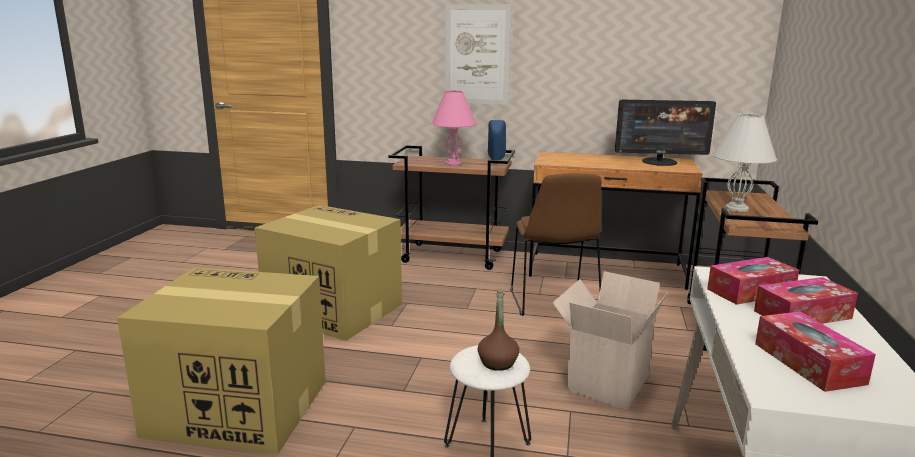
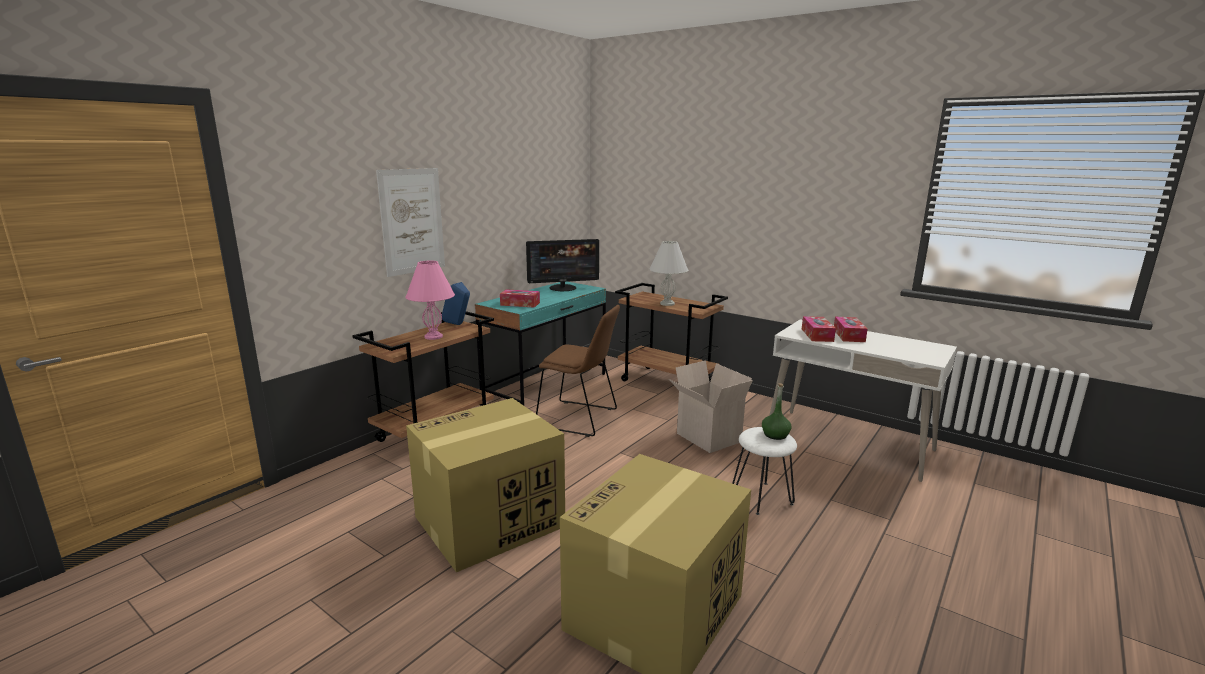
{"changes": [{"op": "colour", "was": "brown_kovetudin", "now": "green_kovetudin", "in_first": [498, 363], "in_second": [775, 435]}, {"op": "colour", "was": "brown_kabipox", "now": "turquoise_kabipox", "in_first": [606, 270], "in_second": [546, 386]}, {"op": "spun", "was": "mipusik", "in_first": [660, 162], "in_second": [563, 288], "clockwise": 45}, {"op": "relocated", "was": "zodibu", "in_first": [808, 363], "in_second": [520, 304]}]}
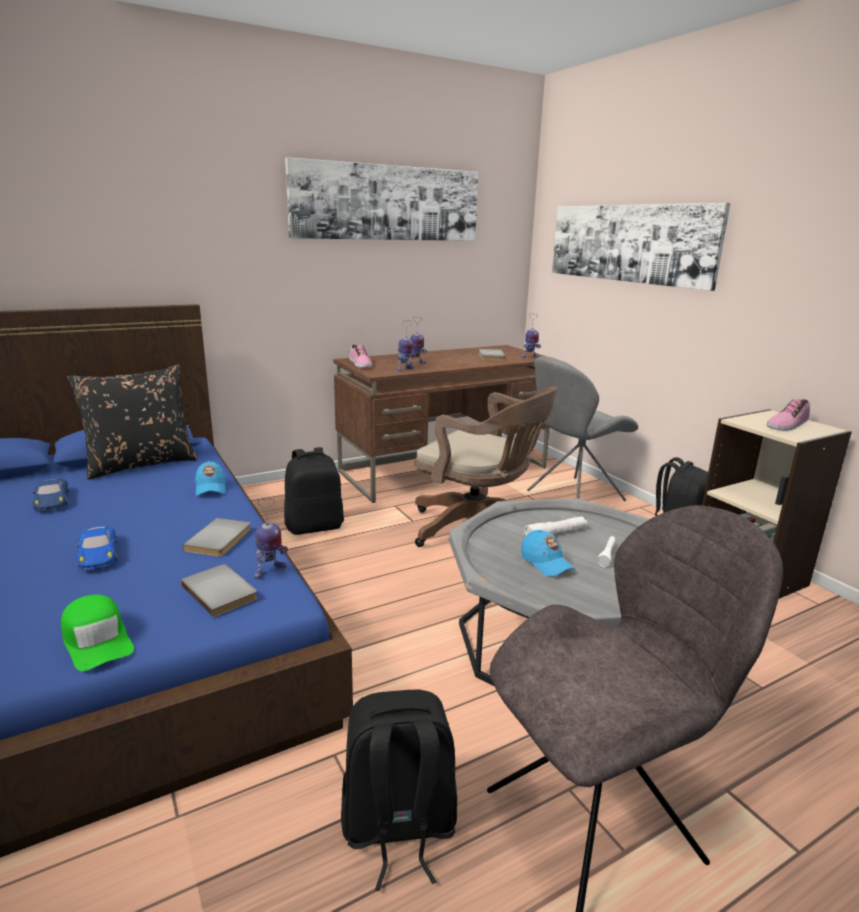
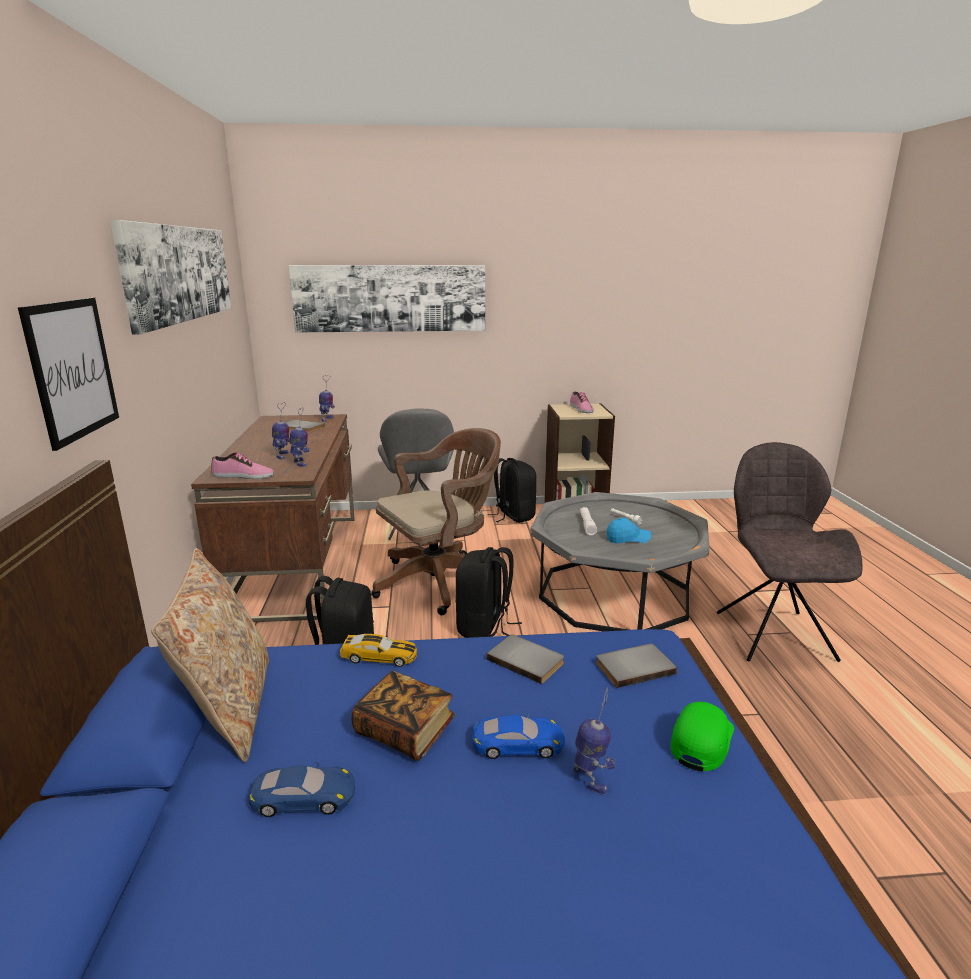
{"changes": [{"op": "spun", "was": "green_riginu", "in_first": [97, 640], "in_second": [701, 740], "clockwise": -45}, {"op": "colour", "was": "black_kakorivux", "now": "beige_kakorivux", "in_first": [141, 464], "in_second": [229, 709]}, {"op": "exchanged", "was": "blue_riginu", "now": "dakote", "in_first": [210, 488], "in_second": [379, 657]}, {"op": "relocated", "was": "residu", "in_first": [269, 572], "in_second": [590, 778]}, {"op": "relocated", "was": "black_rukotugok", "in_first": [398, 828], "in_second": [485, 628]}, {"op": "appeared", "now": "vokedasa", "in_second": [72, 369]}, {"op": "appeared", "now": "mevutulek", "in_second": [405, 731]}]}
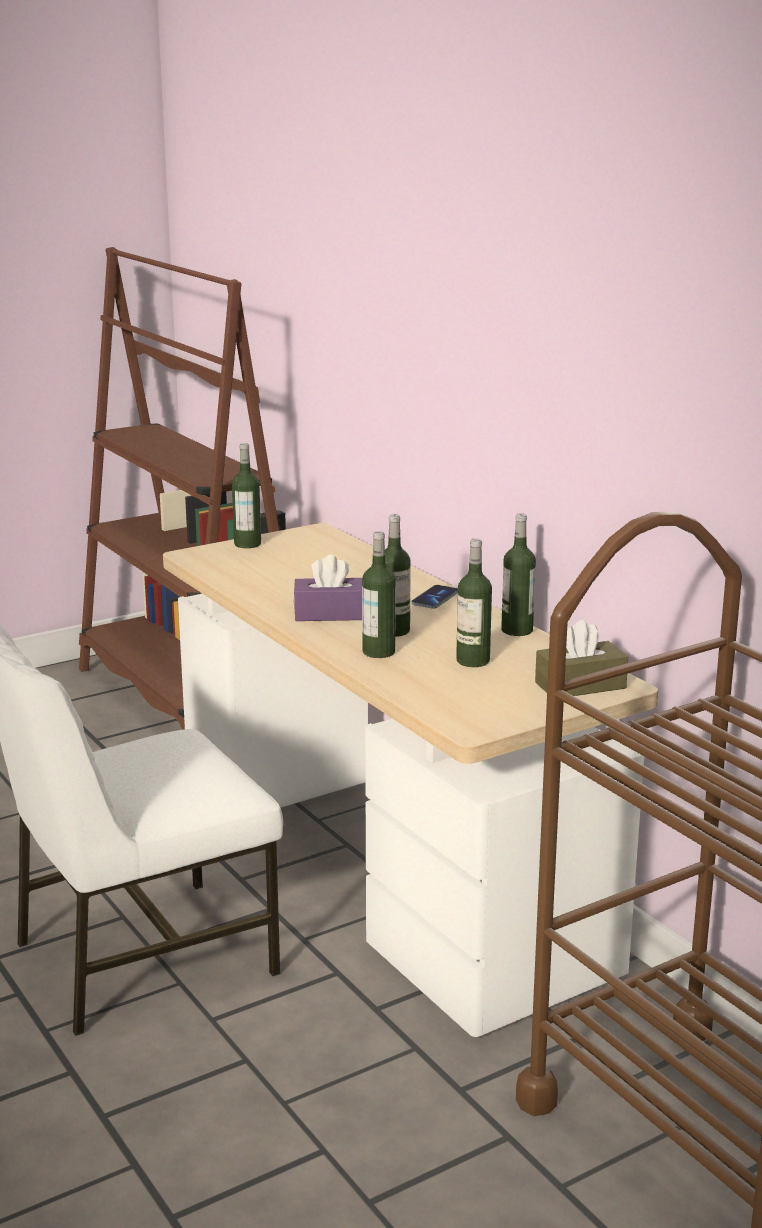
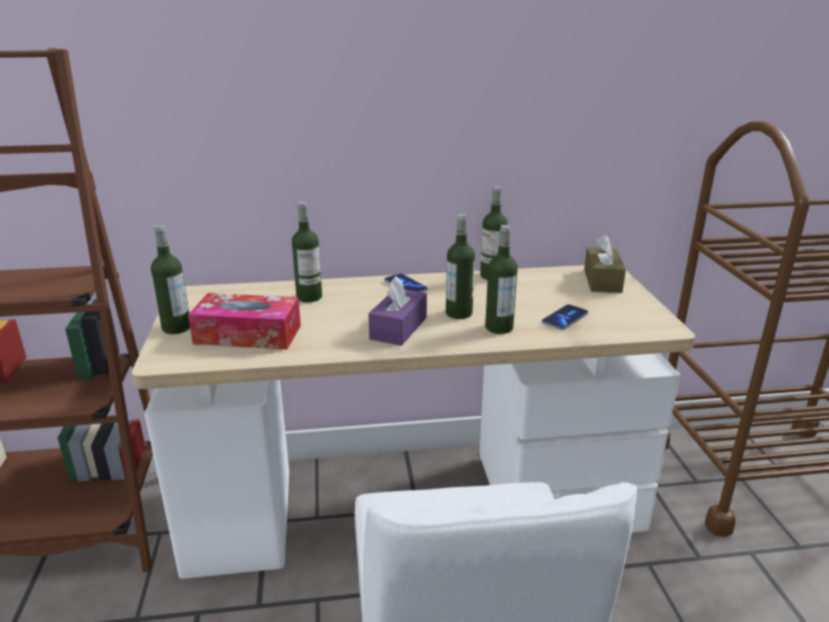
{"changes": [{"op": "relocated", "was": "kovetudin", "in_first": [473, 661], "in_second": [309, 297]}, {"op": "appeared", "now": "zodibu", "in_second": [248, 334]}, {"op": "appeared", "now": "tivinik", "in_second": [564, 319]}]}
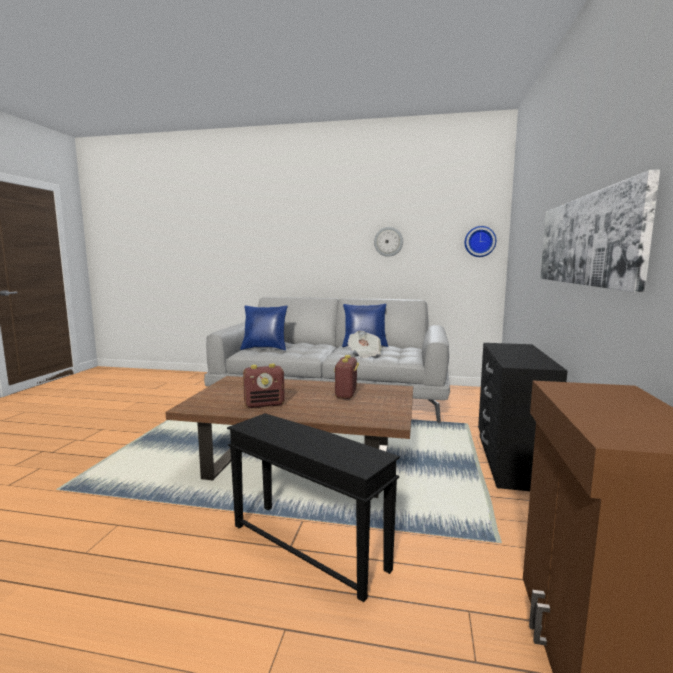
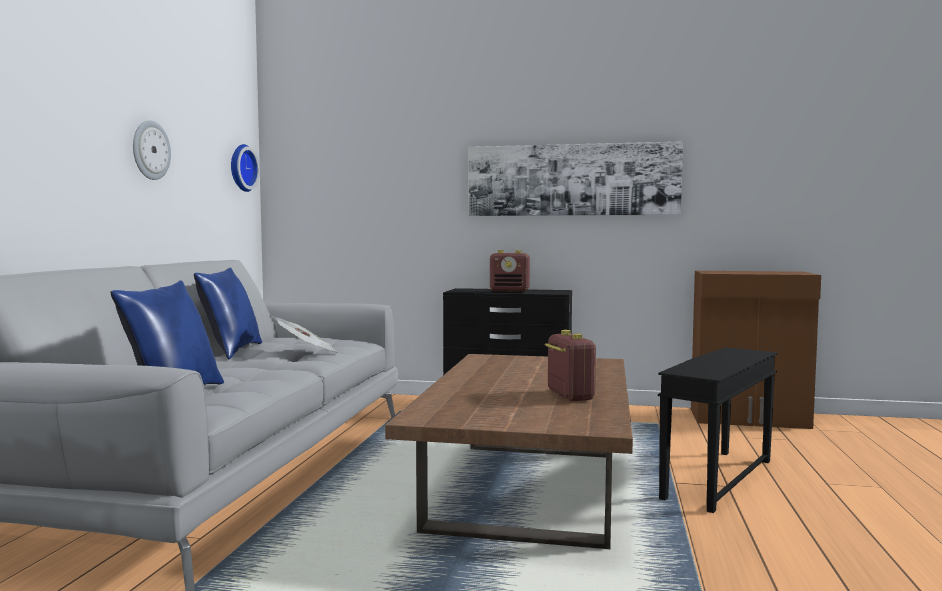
{"changes": [{"op": "relocated", "was": "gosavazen", "in_first": [346, 394], "in_second": [510, 291]}]}
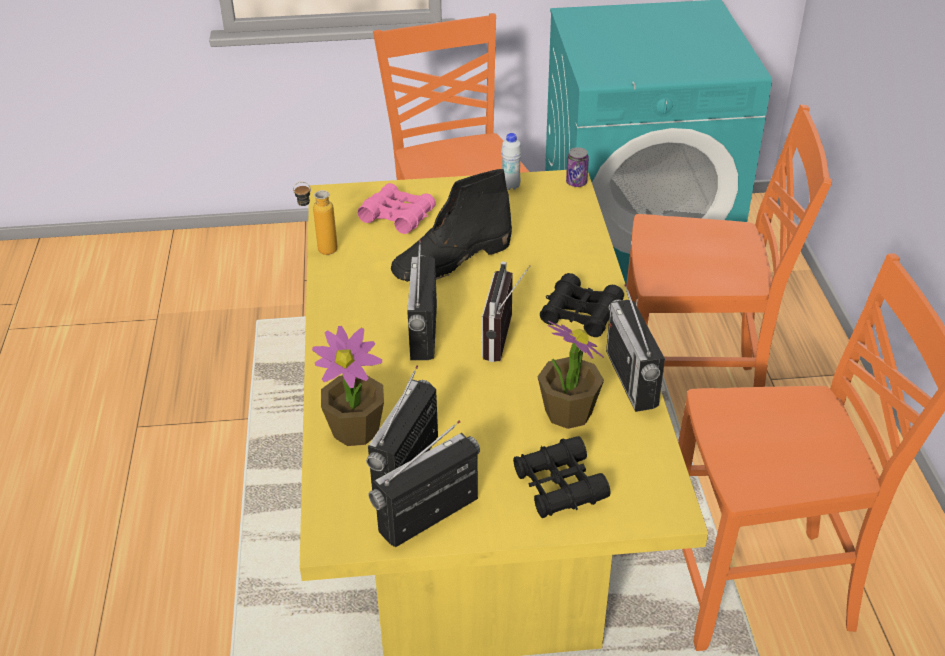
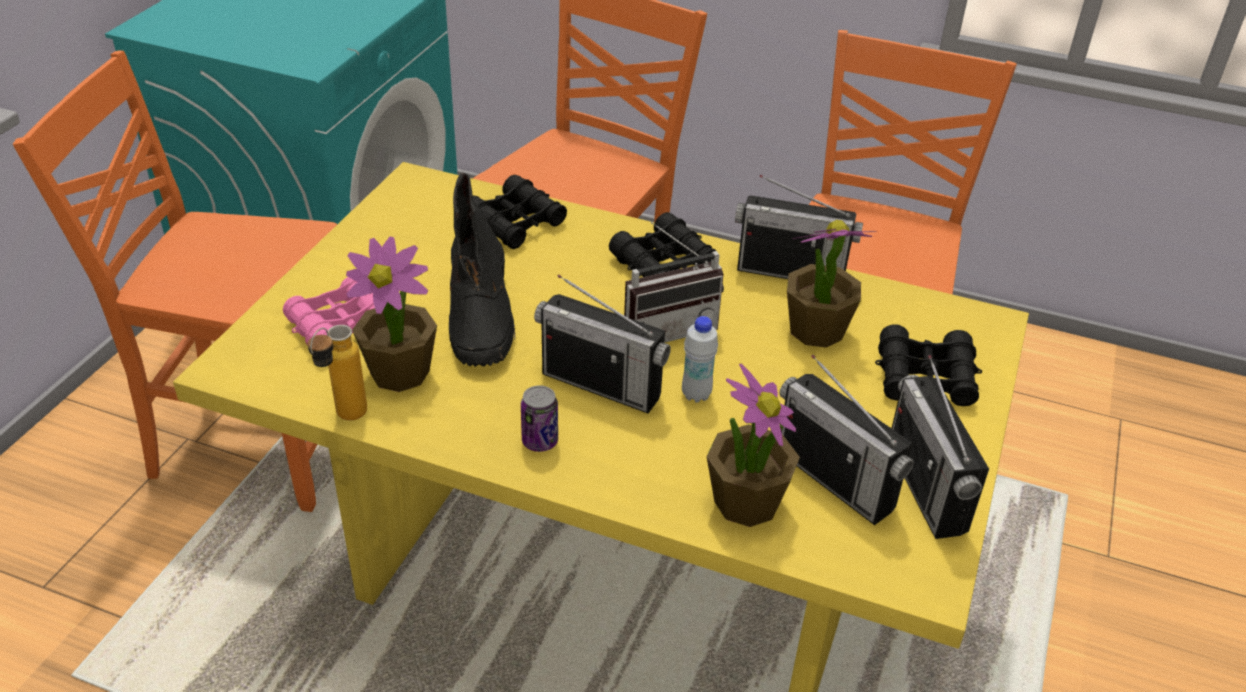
{"changes": [{"op": "spun", "was": "gosavazen", "in_first": [506, 340], "in_second": [667, 328], "clockwise": -60}, {"op": "relocated", "was": "white_kovetudin", "in_first": [510, 186], "in_second": [696, 394]}, {"op": "relocated", "was": "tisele", "in_first": [576, 183], "in_second": [540, 441]}, {"op": "appeared", "now": "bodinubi", "in_second": [400, 372]}, {"op": "appeared", "now": "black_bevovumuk", "in_second": [515, 223]}]}
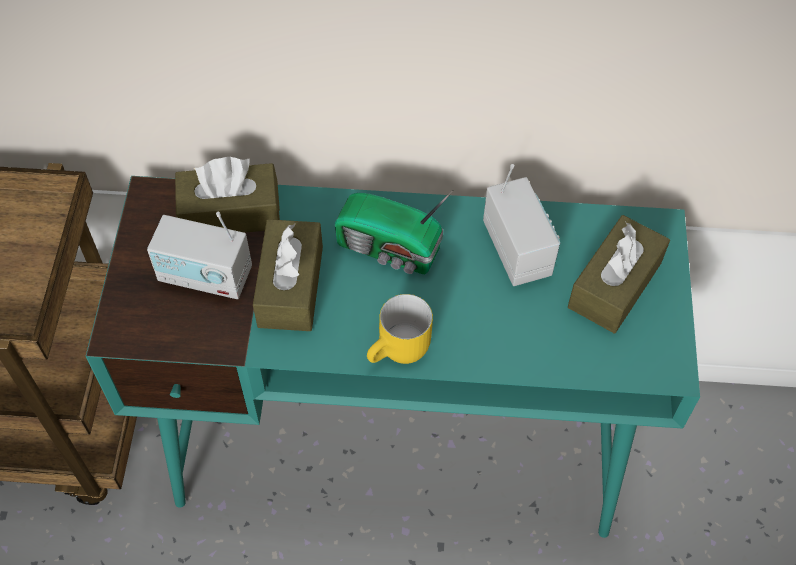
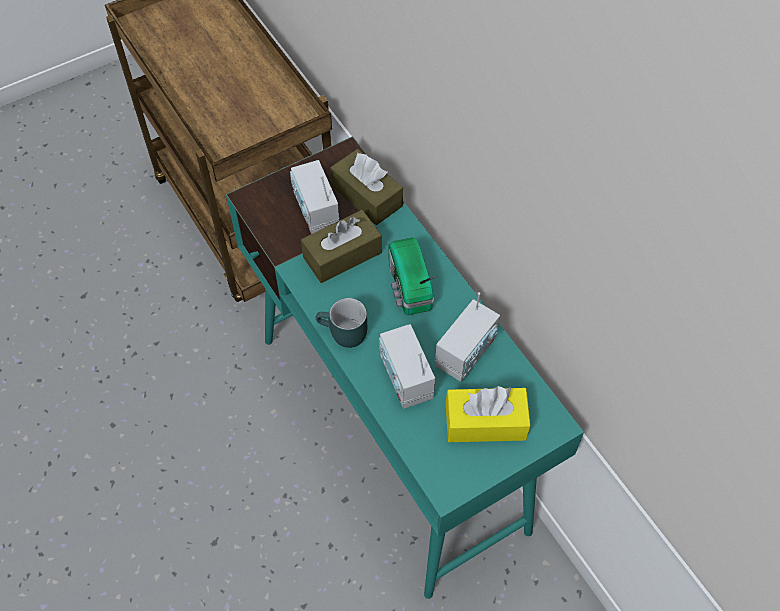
{"changes": [{"op": "colour", "was": "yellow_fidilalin", "now": "turquoise_fidilalin", "in_first": [401, 352], "in_second": [342, 335]}, {"op": "colour", "was": "brown_zodibu", "now": "yellow_zodibu", "in_first": [614, 285], "in_second": [485, 422]}, {"op": "appeared", "now": "gosavazen", "in_second": [405, 378]}]}
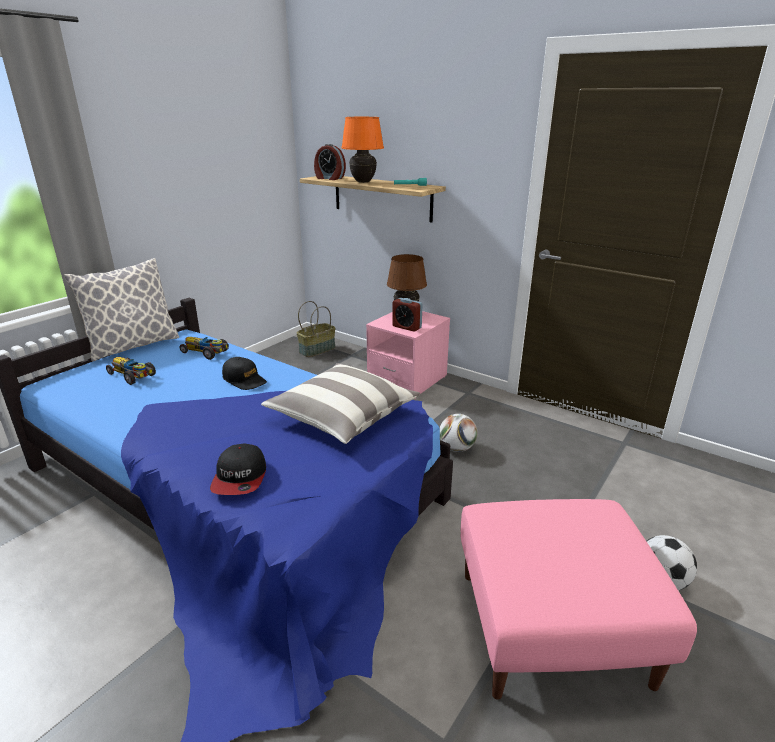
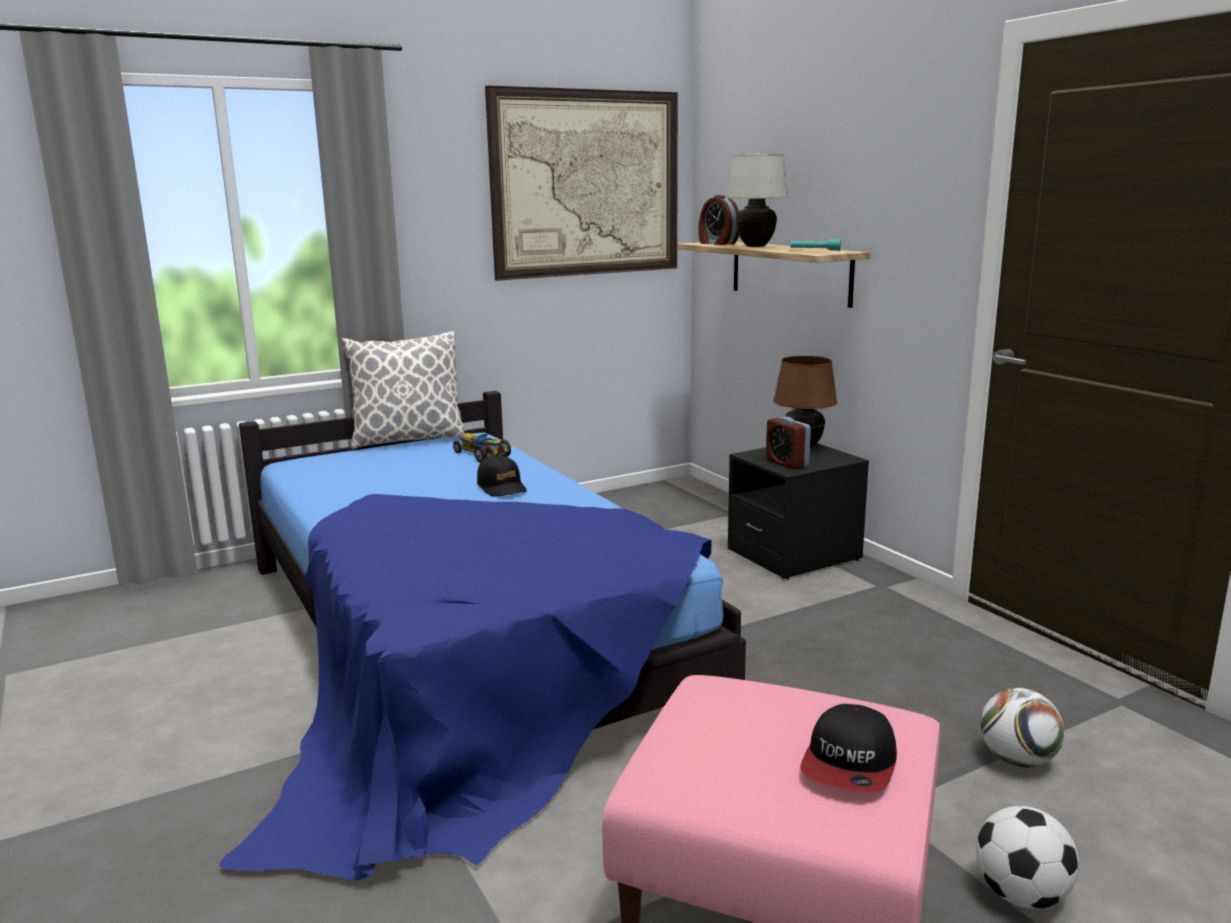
{"changes": [{"op": "missing", "was": "dakote", "in_first": [133, 376]}, {"op": "relocated", "was": "riginu", "in_first": [240, 477], "in_second": [850, 763]}, {"op": "missing", "was": "kakorivux", "in_first": [342, 417]}, {"op": "missing", "was": "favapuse", "in_first": [317, 349]}, {"op": "colour", "was": "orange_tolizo", "now": "white_tolizo", "in_first": [362, 182], "in_second": [755, 247]}, {"op": "colour", "was": "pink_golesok", "now": "black_golesok", "in_first": [407, 380], "in_second": [794, 555]}, {"op": "relocated", "was": "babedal", "in_first": [456, 448], "in_second": [1017, 760]}, {"op": "appeared", "now": "vokedasa", "in_second": [587, 184]}]}
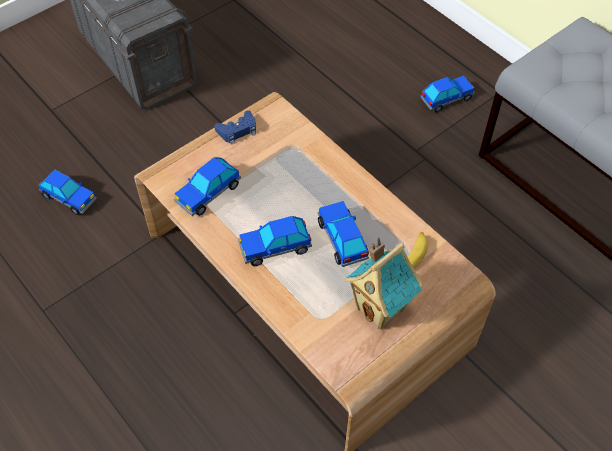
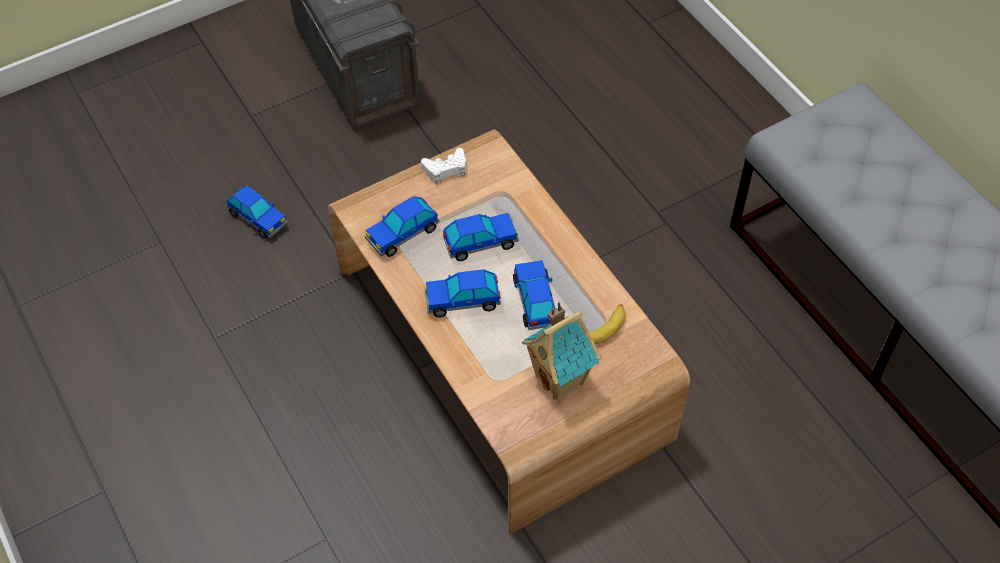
{"changes": [{"op": "colour", "was": "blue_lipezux", "now": "white_lipezux", "in_first": [237, 131], "in_second": [446, 169]}, {"op": "relocated", "was": "dakote", "in_first": [446, 99], "in_second": [480, 242]}]}
